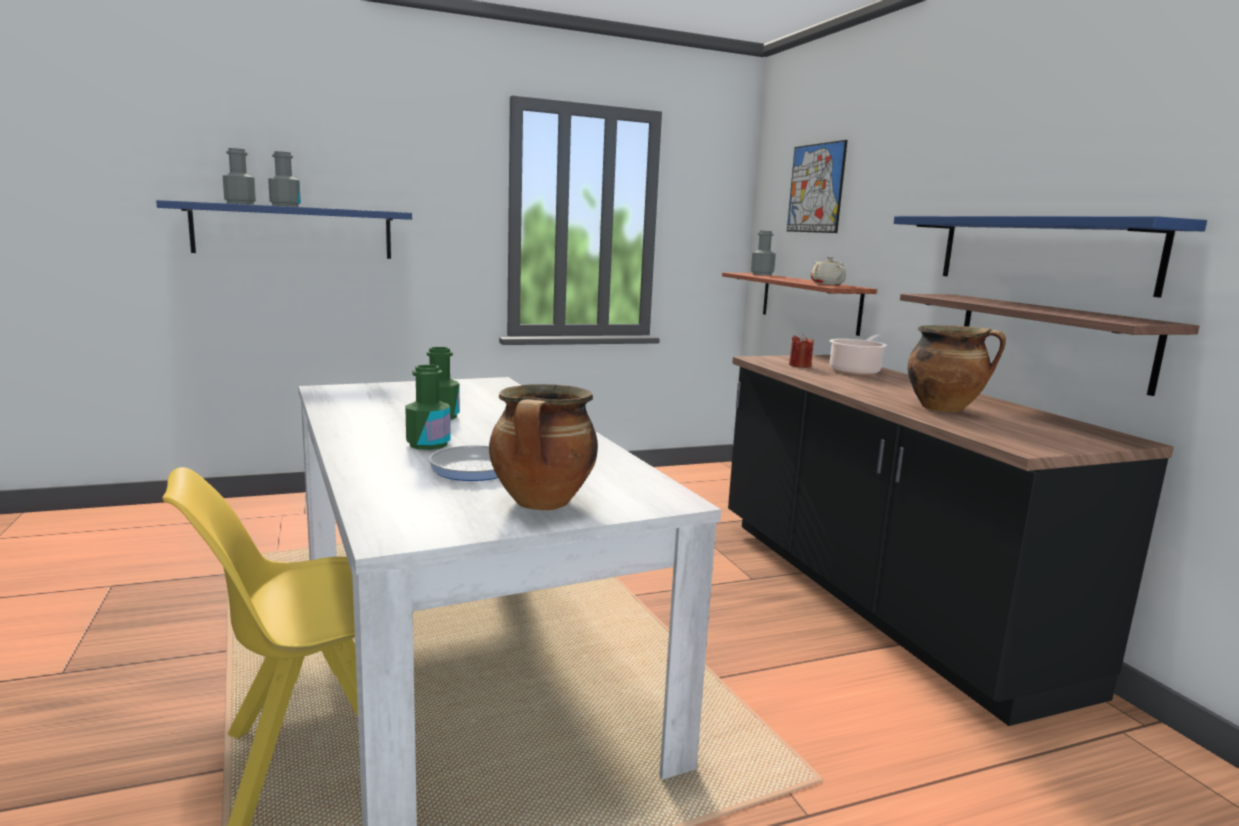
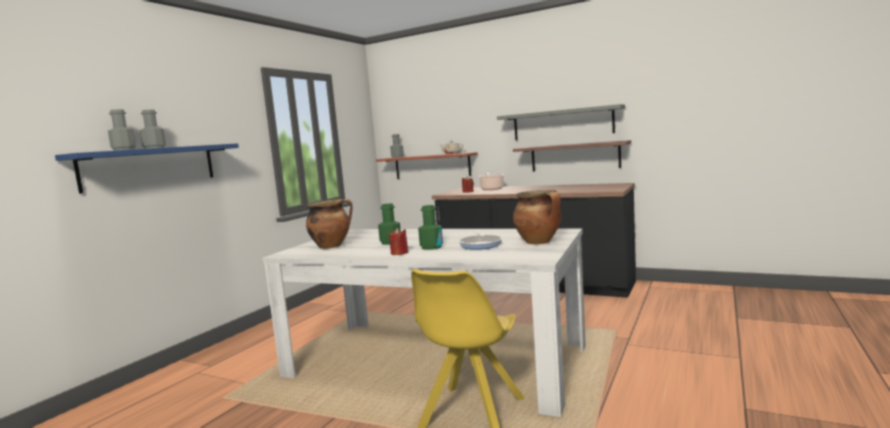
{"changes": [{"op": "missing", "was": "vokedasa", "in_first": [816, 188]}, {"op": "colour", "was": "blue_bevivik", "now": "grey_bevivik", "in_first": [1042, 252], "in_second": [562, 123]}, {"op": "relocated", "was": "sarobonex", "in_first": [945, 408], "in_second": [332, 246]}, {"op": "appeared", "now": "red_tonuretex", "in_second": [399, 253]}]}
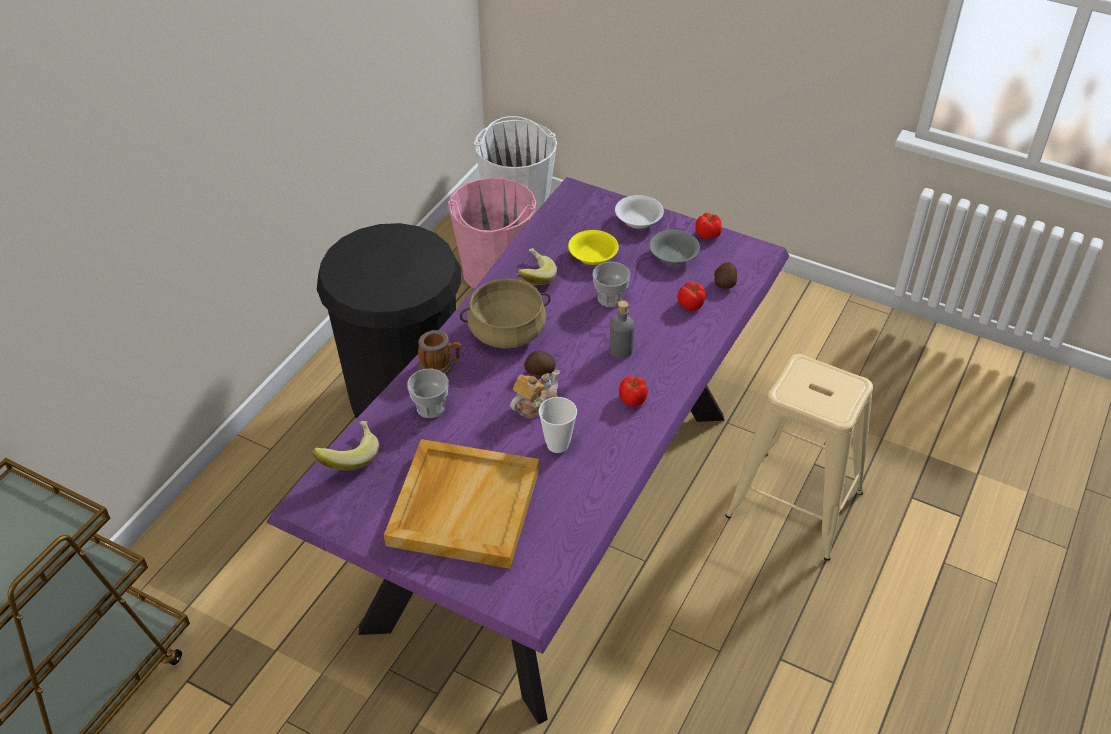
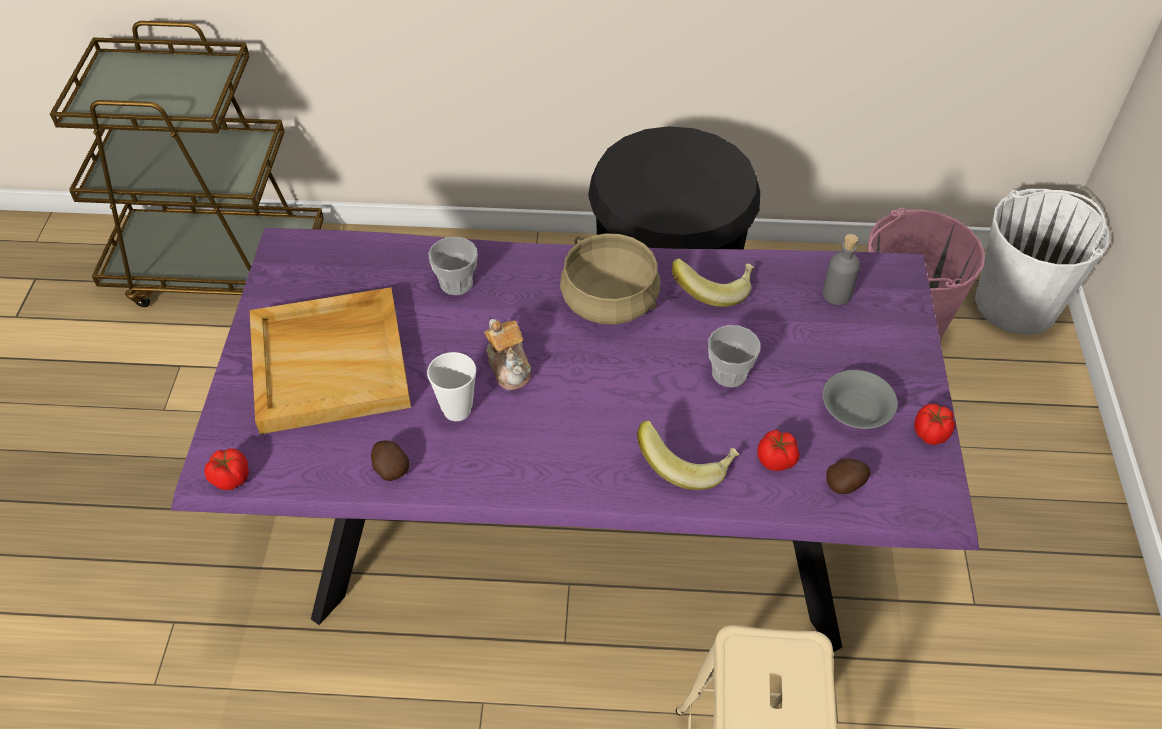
{"changes": [{"op": "relocated", "was": "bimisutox", "in_first": [348, 456], "in_second": [686, 464]}, {"op": "missing", "was": "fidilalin", "in_first": [440, 365]}, {"op": "spun", "was": "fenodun", "in_first": [534, 404], "in_second": [509, 367], "clockwise": 45}, {"op": "relocated", "was": "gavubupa", "in_first": [539, 371], "in_second": [390, 468]}, {"op": "missing", "was": "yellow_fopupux", "in_first": [592, 256]}, {"op": "relocated", "was": "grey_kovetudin", "in_first": [621, 350], "in_second": [836, 294]}, {"op": "missing", "was": "white_fopupux", "in_first": [637, 220]}, {"op": "relocated", "was": "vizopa", "in_first": [632, 400], "in_second": [230, 478]}]}
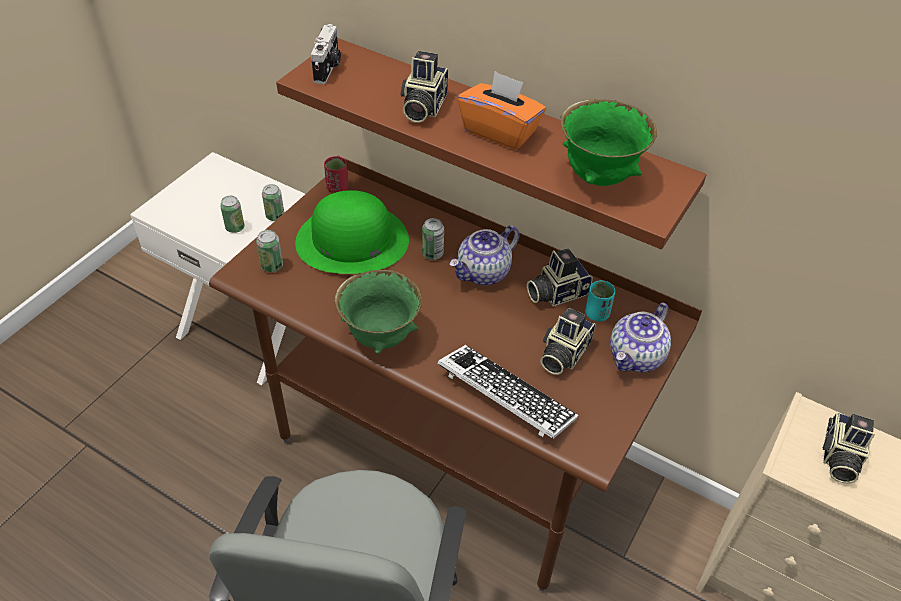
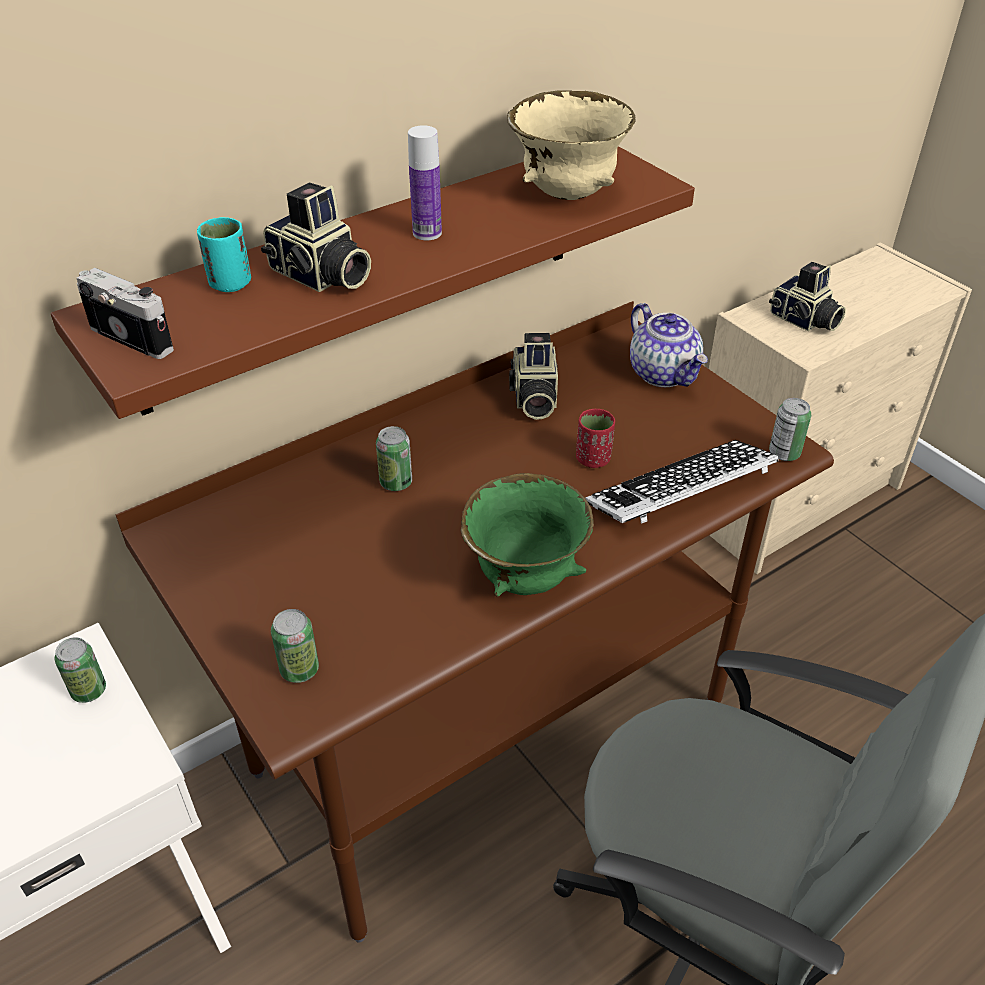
{"changes": [{"op": "relocated", "was": "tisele", "in_first": [235, 227], "in_second": [784, 453]}, {"op": "missing", "was": "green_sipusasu", "in_first": [351, 240]}, {"op": "relocated", "was": "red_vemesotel", "in_first": [337, 188], "in_second": [593, 459]}, {"op": "missing", "was": "fenodun", "in_first": [483, 273]}, {"op": "exchanged", "was": "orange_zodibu", "now": "kovetudin", "in_first": [500, 131], "in_second": [427, 233]}, {"op": "missing", "was": "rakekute", "in_first": [562, 353]}, {"op": "colour", "was": "green_fopupux", "now": "beige_fopupux", "in_first": [598, 177], "in_second": [567, 194]}, {"op": "relocated", "was": "turquoise_vemesotel", "in_first": [596, 314], "in_second": [230, 284]}]}
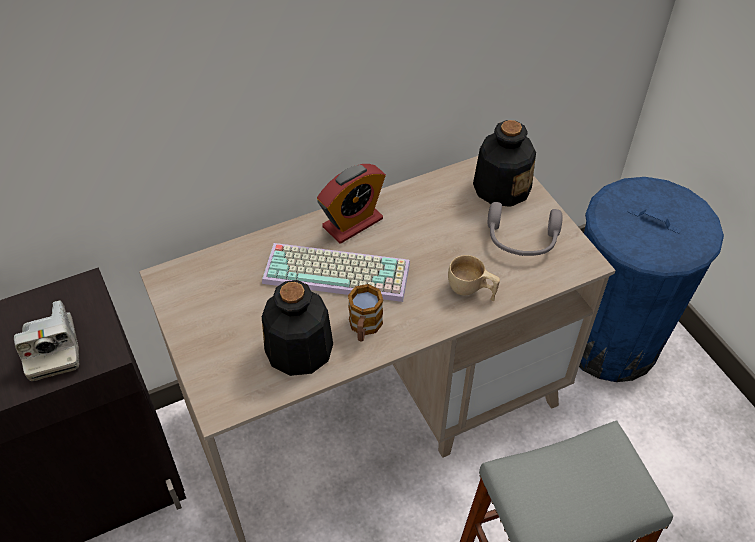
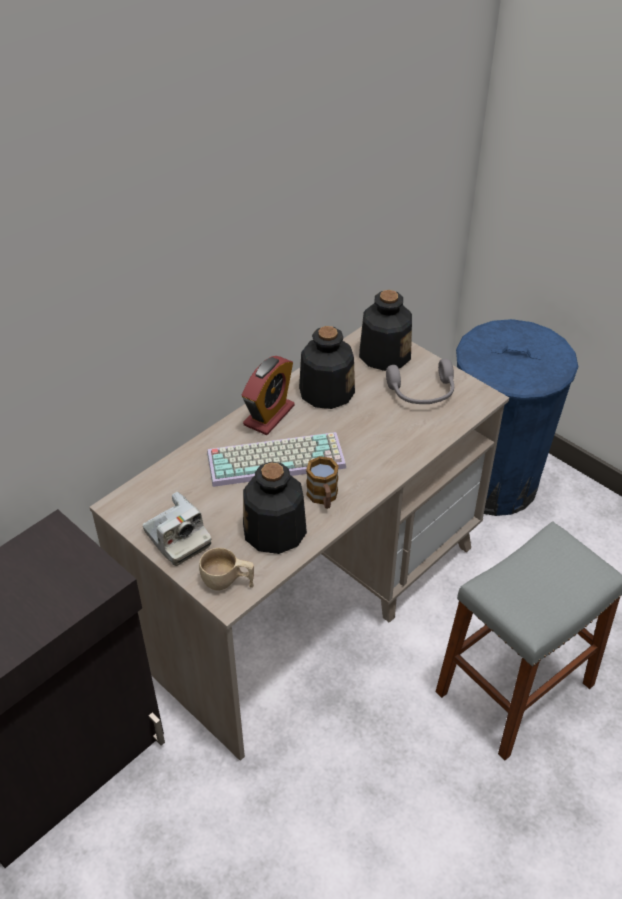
{"changes": [{"op": "relocated", "was": "rakekute", "in_first": [52, 350], "in_second": [177, 539]}, {"op": "relocated", "was": "beige_vemesotel", "in_first": [471, 290], "in_second": [227, 582]}, {"op": "appeared", "now": "kovetudin", "in_second": [326, 391]}]}
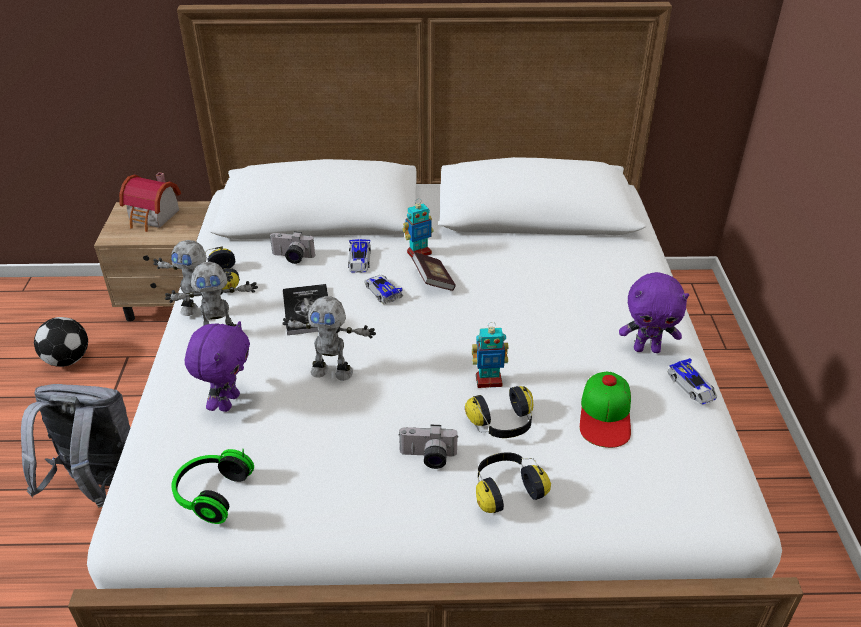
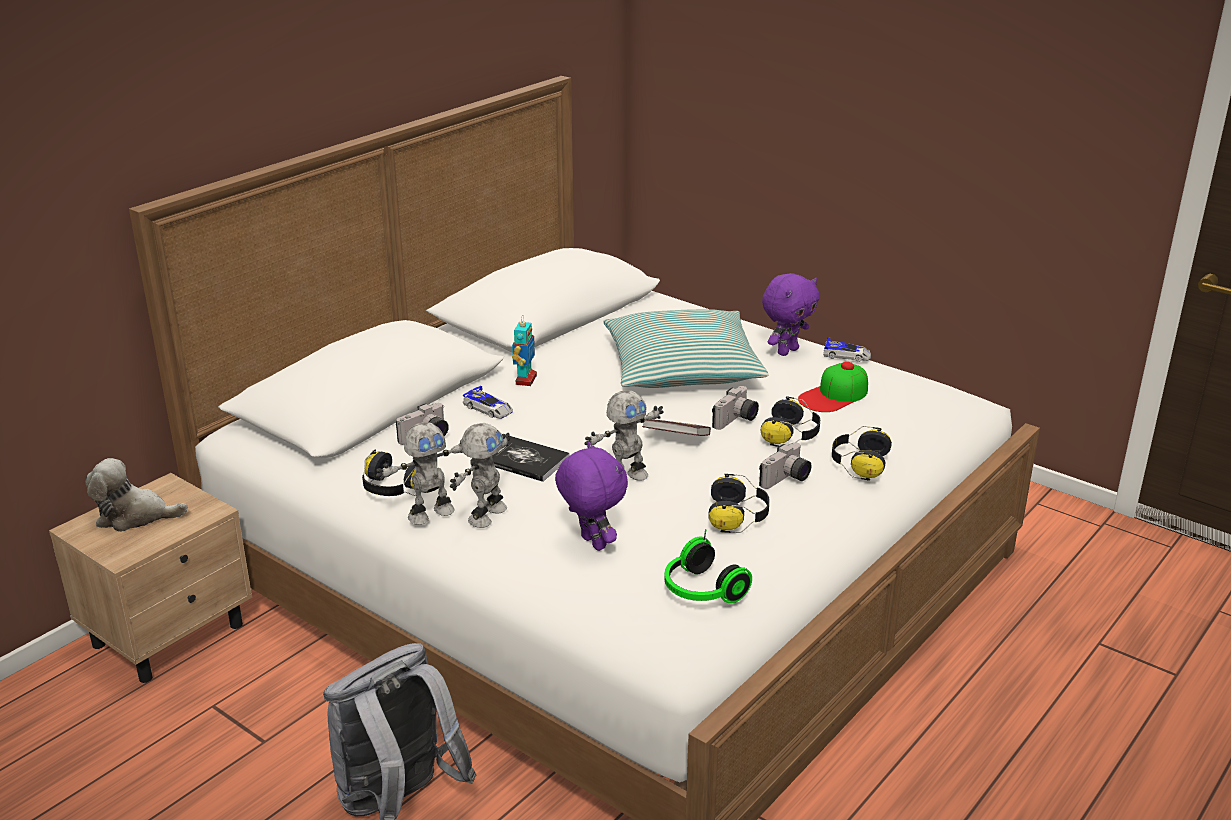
{"changes": [{"op": "missing", "was": "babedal", "in_first": [68, 359]}, {"op": "exchanged", "was": "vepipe", "now": "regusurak", "in_first": [154, 217], "in_second": [134, 516]}, {"op": "missing", "was": "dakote", "in_first": [382, 291]}, {"op": "relocated", "was": "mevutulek", "in_first": [433, 280], "in_second": [676, 439]}, {"op": "exchanged", "was": "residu", "now": "rakekute", "in_first": [488, 381], "in_second": [736, 421]}, {"op": "spun", "was": "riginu", "in_first": [605, 414], "in_second": [834, 395], "clockwise": 90}, {"op": "appeared", "now": "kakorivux", "in_second": [682, 367]}, {"op": "appeared", "now": "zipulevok", "in_second": [738, 517]}]}
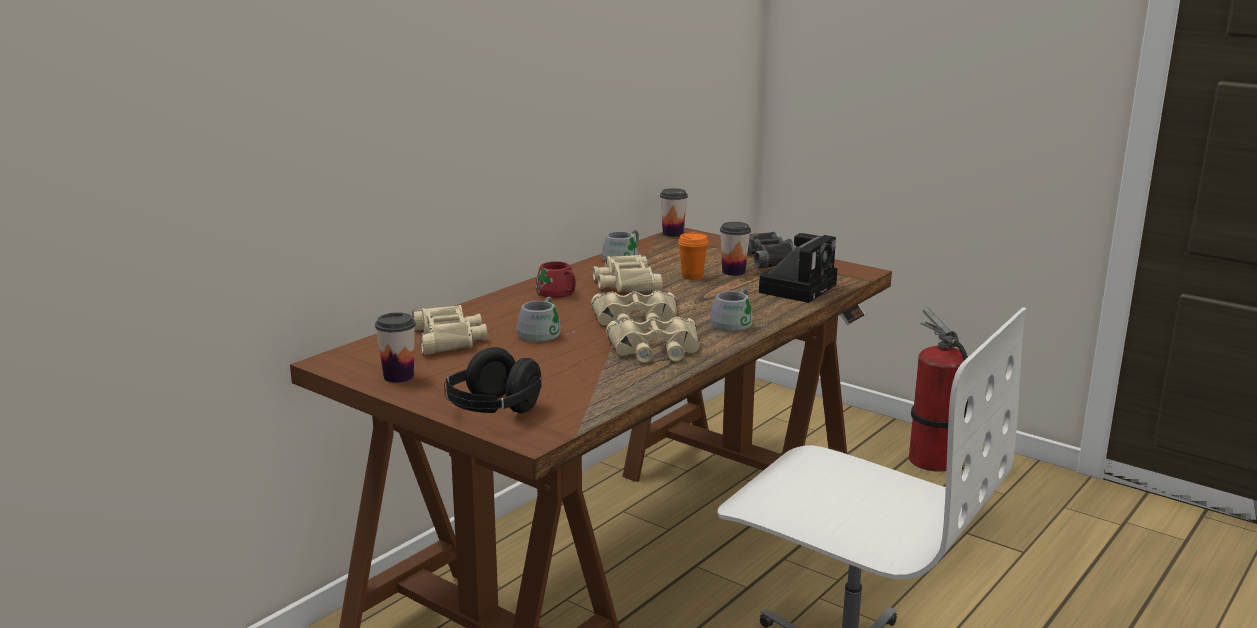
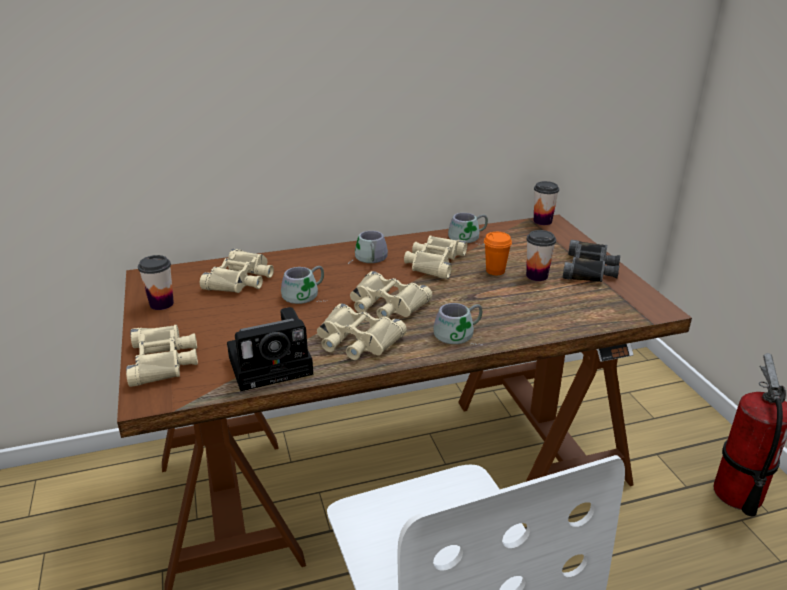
{"changes": [{"op": "exchanged", "was": "black_zipulevok", "now": "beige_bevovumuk", "in_first": [493, 411], "in_second": [163, 360]}, {"op": "colour", "was": "red_fidilalin", "now": "grey_fidilalin", "in_first": [555, 294], "in_second": [368, 259]}, {"op": "relocated", "was": "rakekute", "in_first": [798, 287], "in_second": [274, 364]}]}
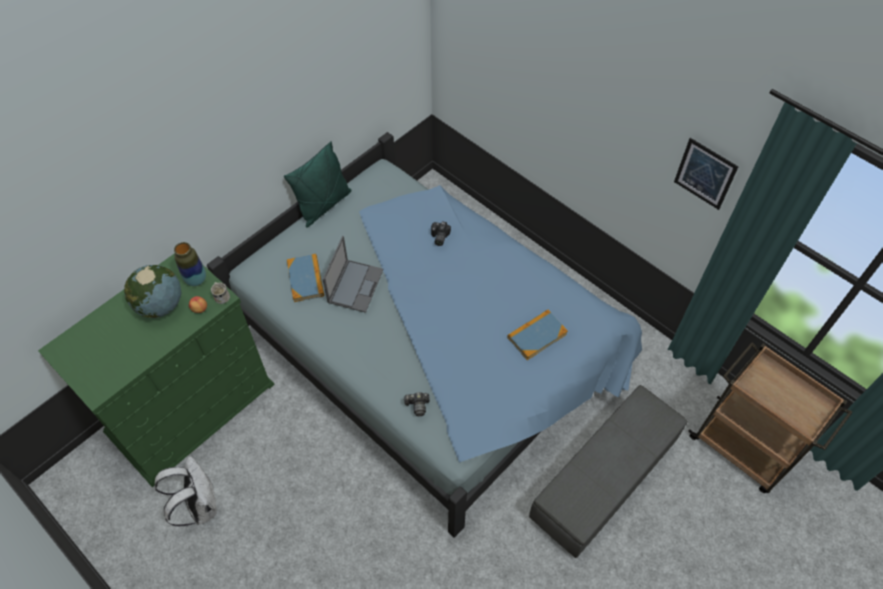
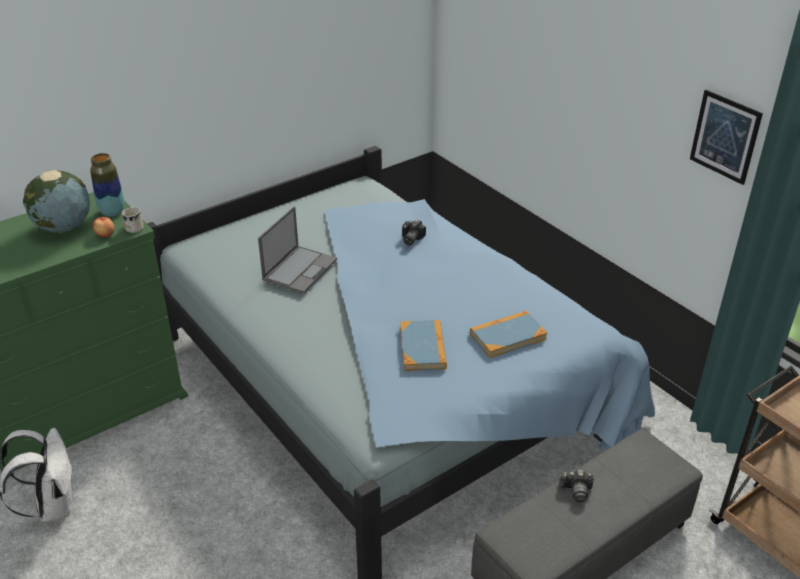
{"changes": [{"op": "missing", "was": "green_kakorivux", "in_first": [324, 205]}, {"op": "relocated", "was": "mevutulek", "in_first": [305, 279], "in_second": [423, 348]}, {"op": "relocated", "was": "rakekute", "in_first": [417, 405], "in_second": [576, 490]}]}
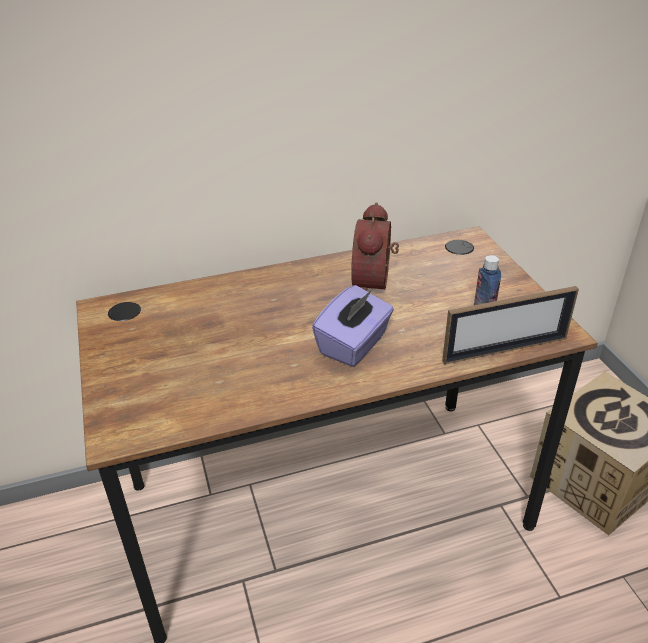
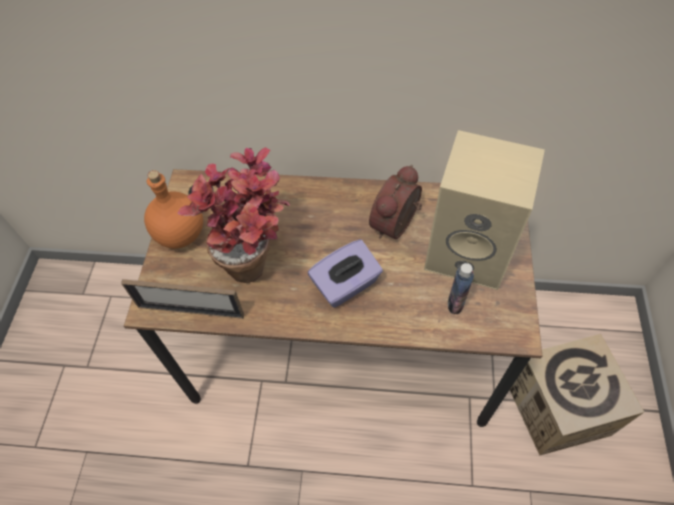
{"changes": [{"op": "relocated", "was": "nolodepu", "in_first": [505, 349], "in_second": [191, 311]}, {"op": "appeared", "now": "orange_kovetudin", "in_second": [181, 235]}, {"op": "appeared", "now": "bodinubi", "in_second": [256, 259]}, {"op": "appeared", "now": "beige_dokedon", "in_second": [470, 252]}]}
